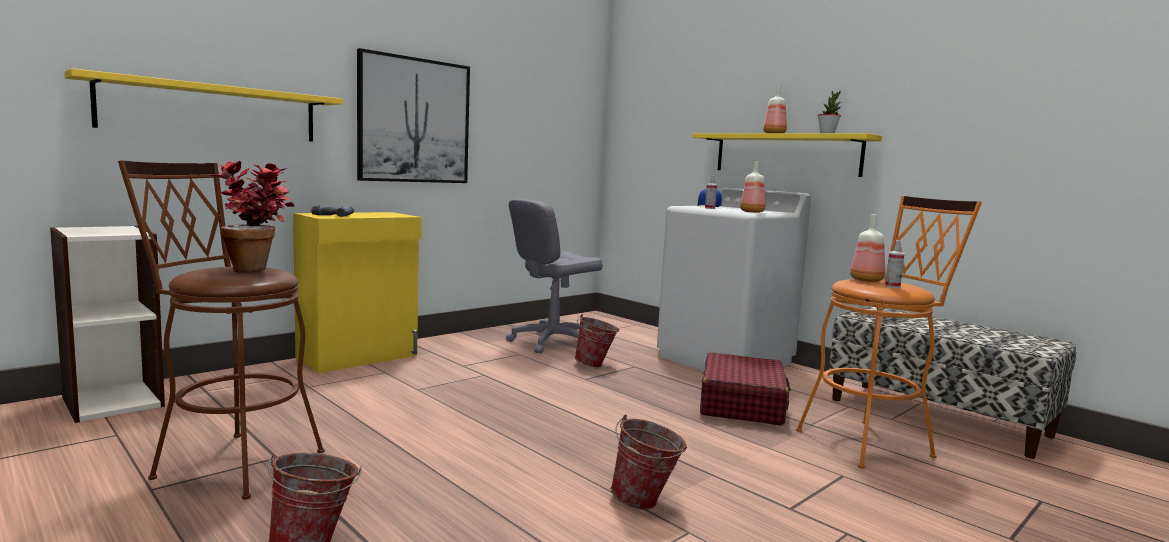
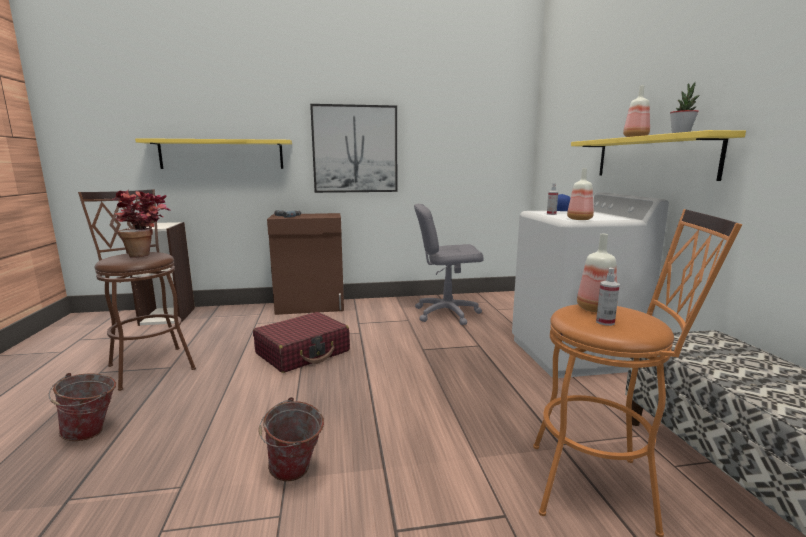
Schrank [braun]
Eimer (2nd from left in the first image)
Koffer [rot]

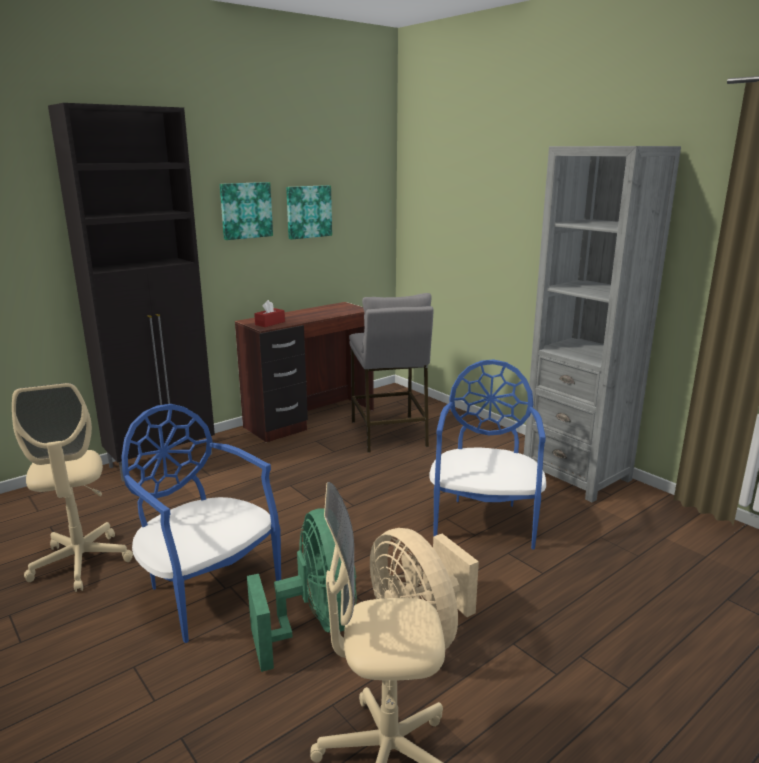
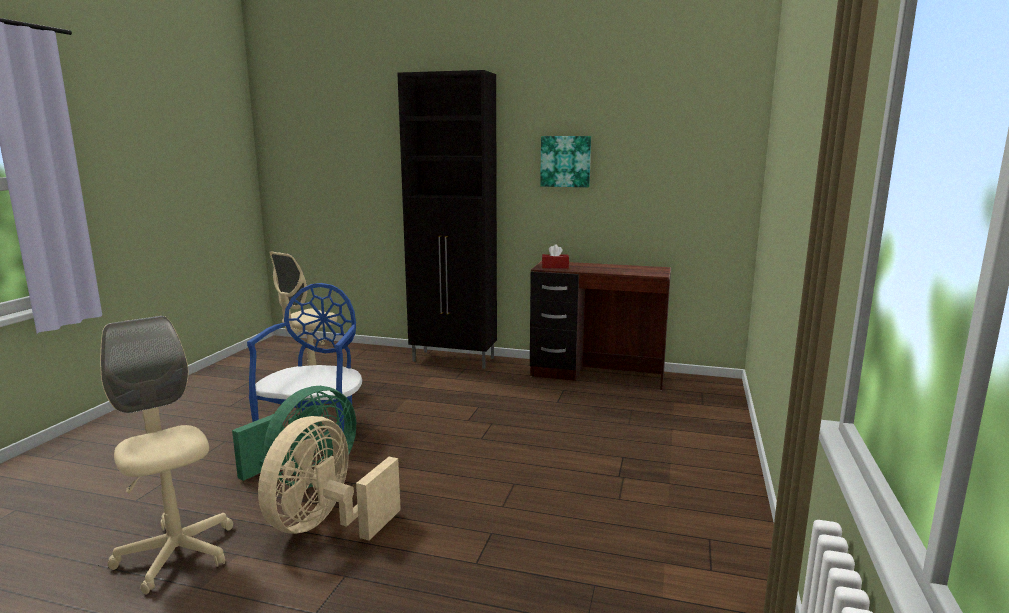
Bild (2nd from left in the first image)
Hocker [grau]
Stuhl [blau] (2nd from left in the first image)
Bücherregal [grau]

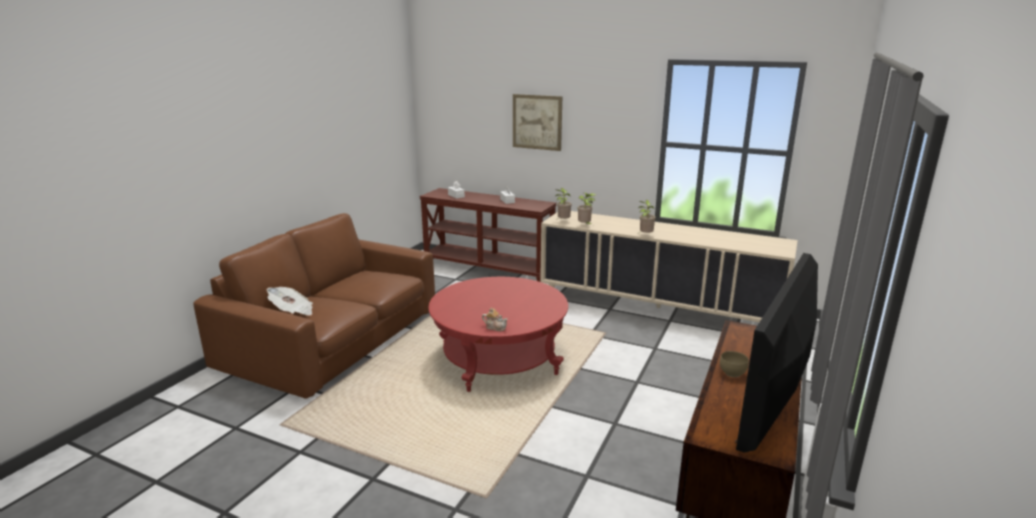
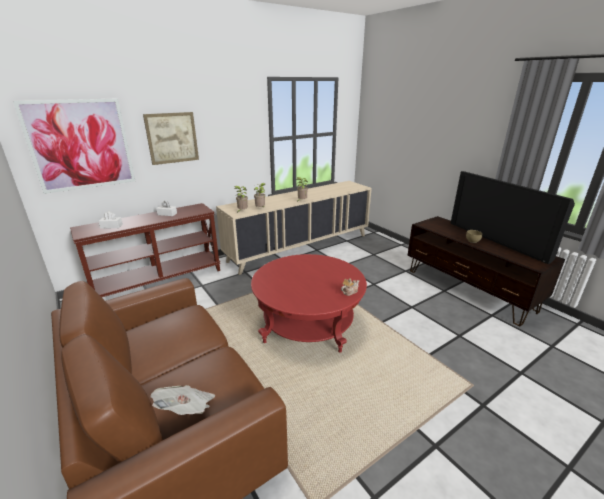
Bild (1st from left)

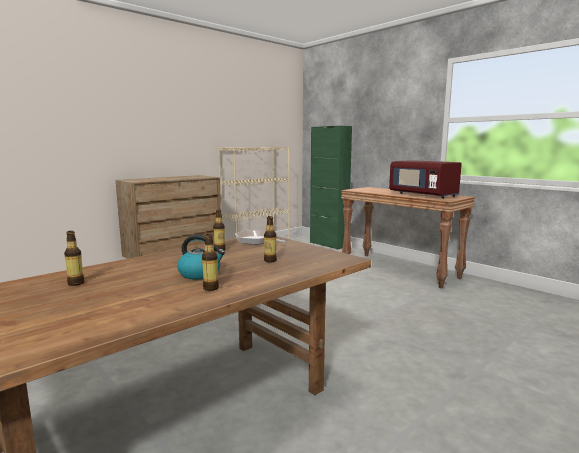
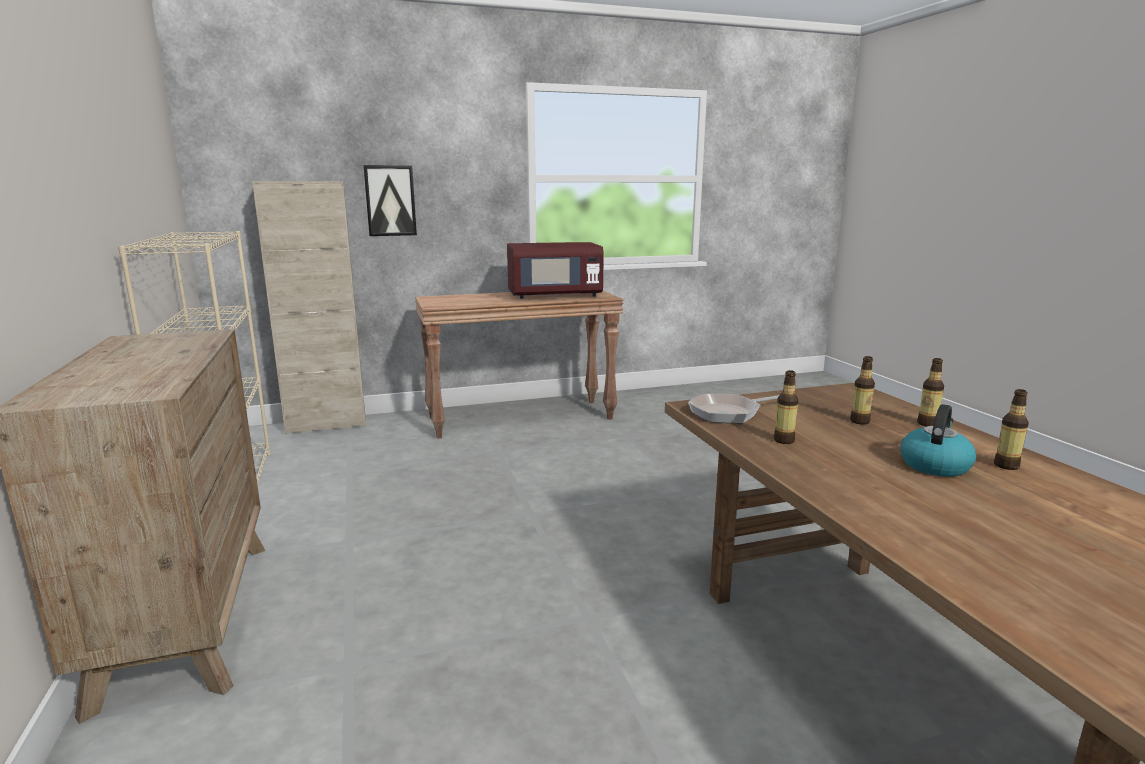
Flasche (3rd from left)
Schrank [beige]
Bild

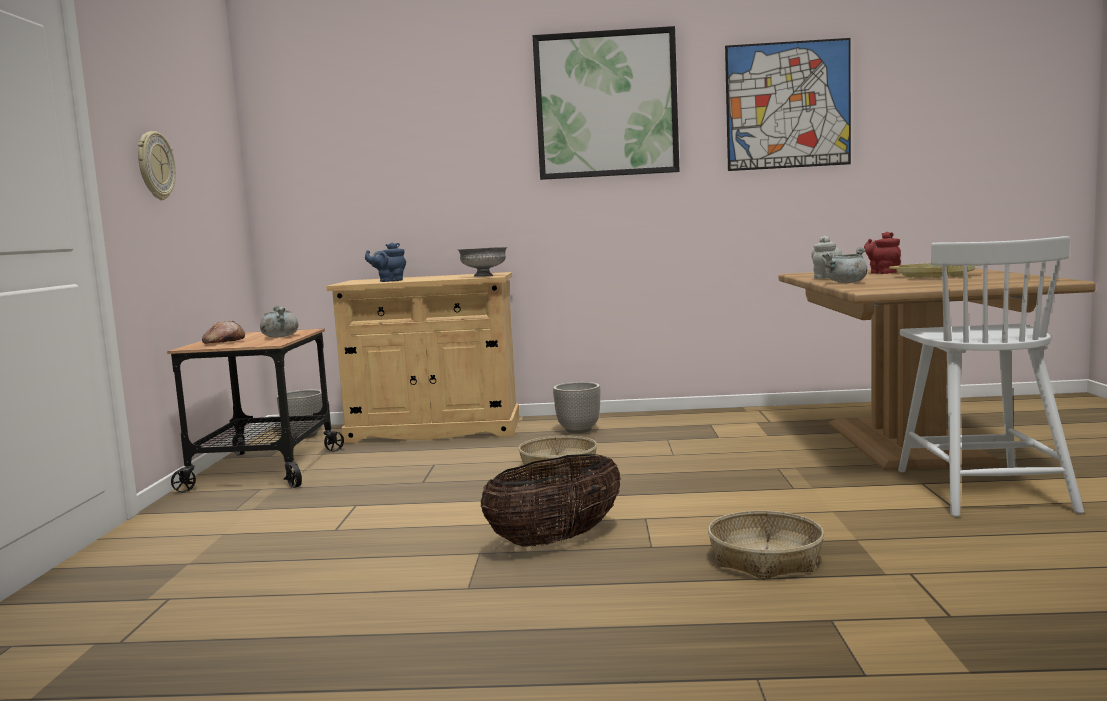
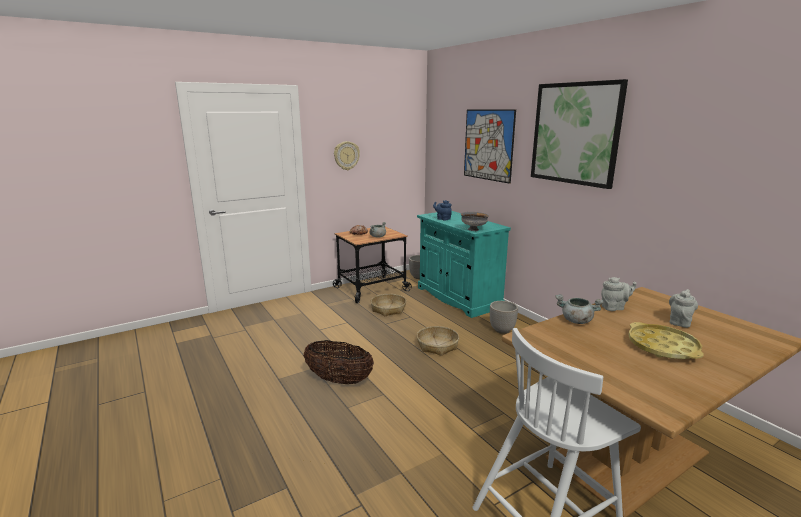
Schrank [türkis]
Korb (2nd from left)
Bild (1st from left)
Teekanne [grau] (2nd from left)

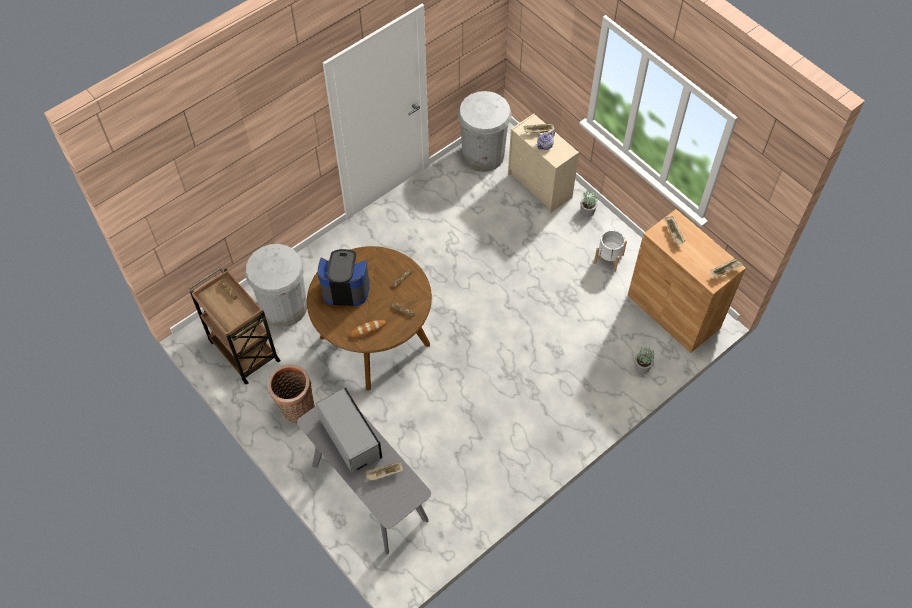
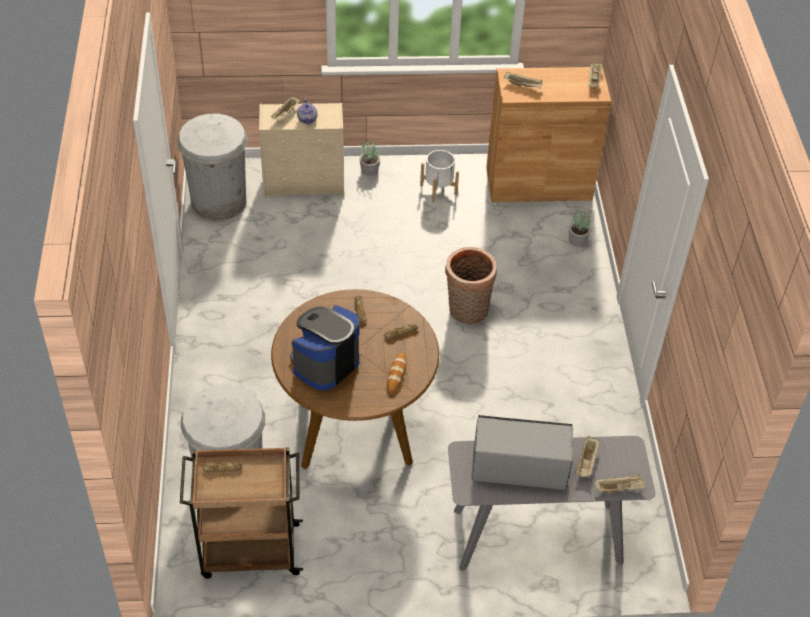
Korb
Tablett [beige] (5th from left)

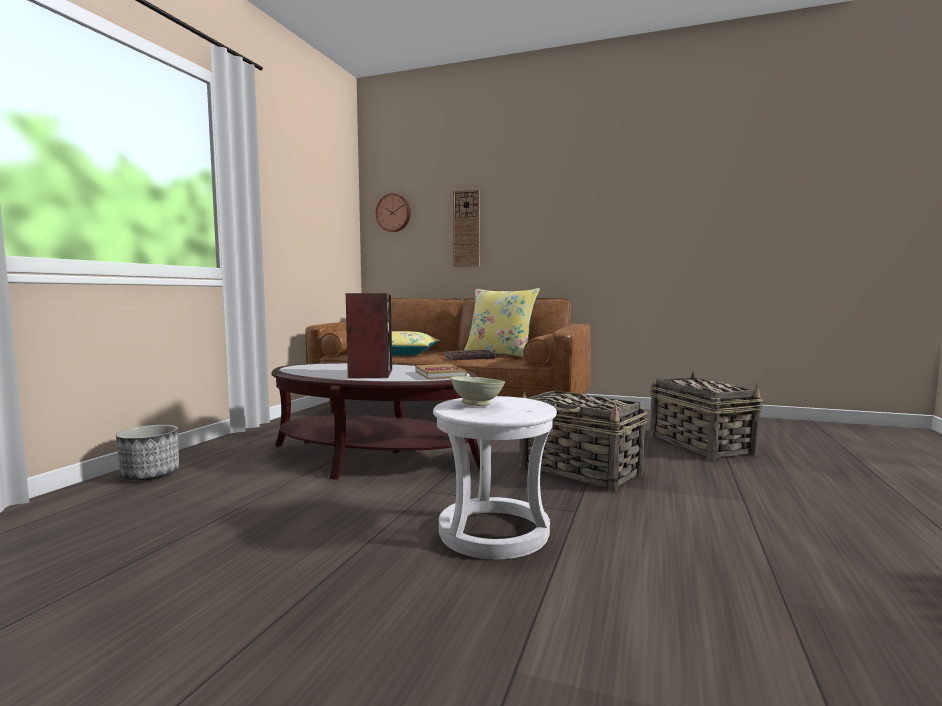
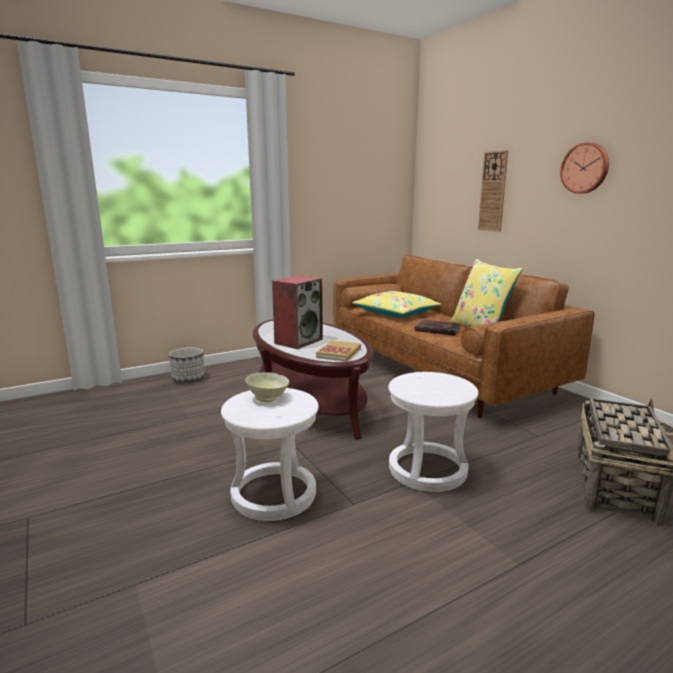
Wanduhr (2nd from left)
Hocker [weiß] (2nd from left)

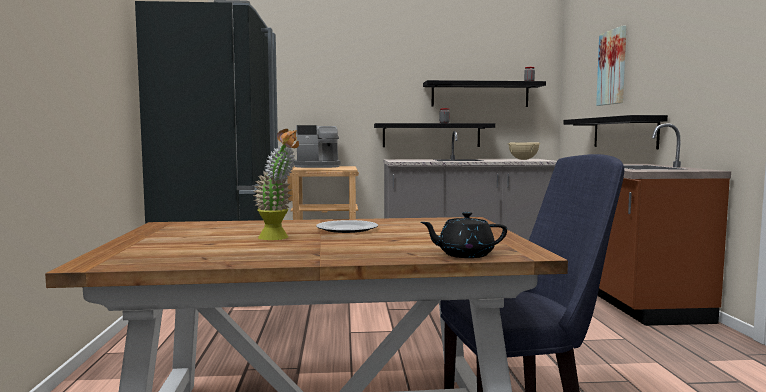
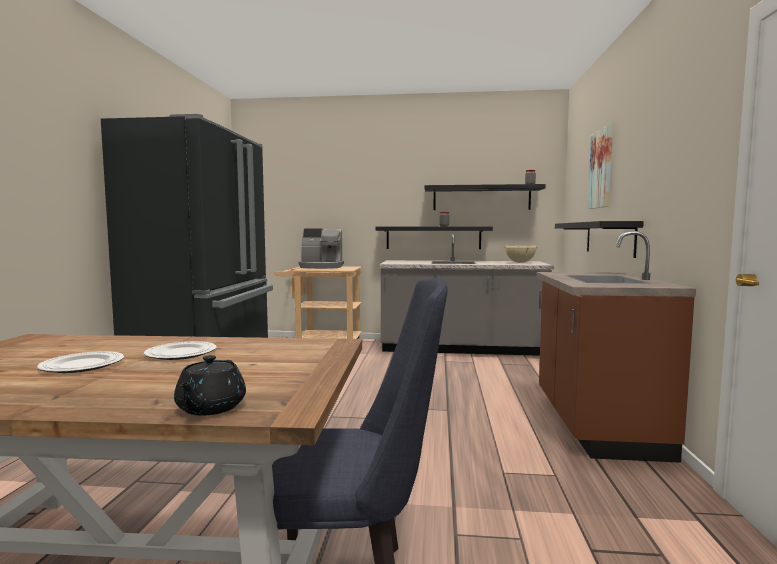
Teller (1st from left)
Teekanne [schwarz]

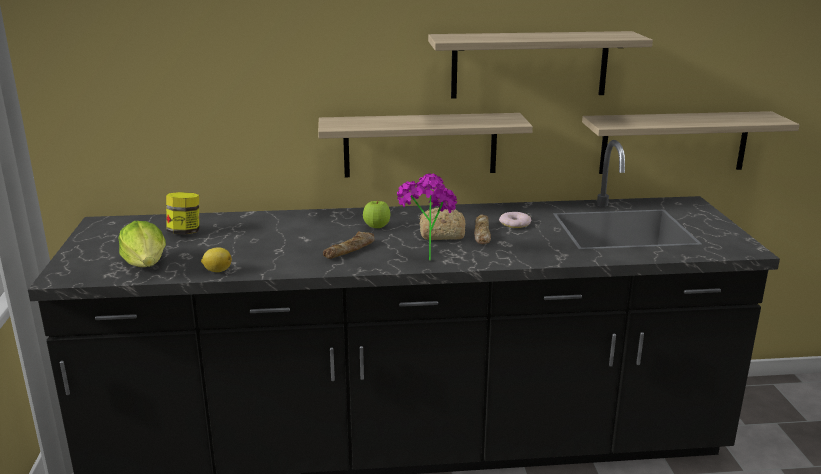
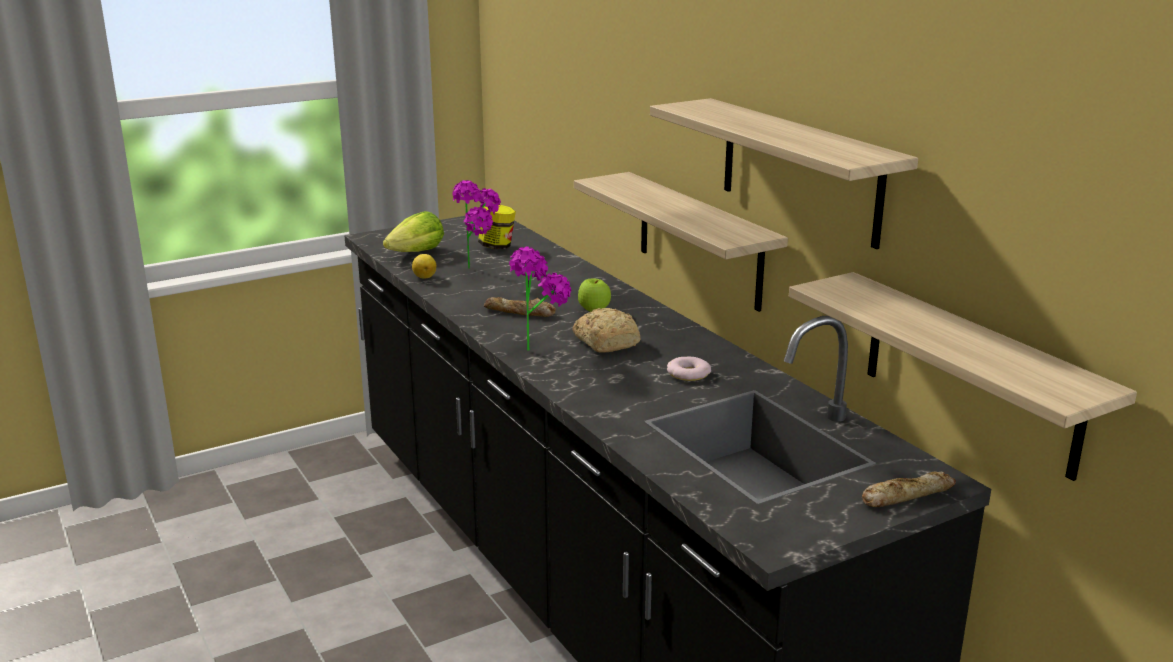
Brot (3rd from left)
Topfpflanze (1st from left)

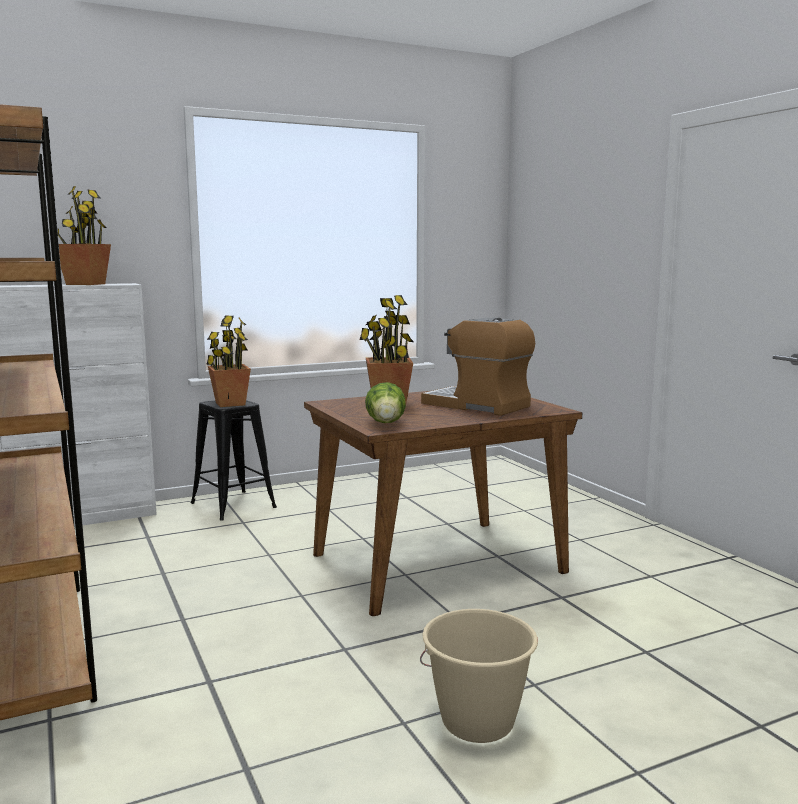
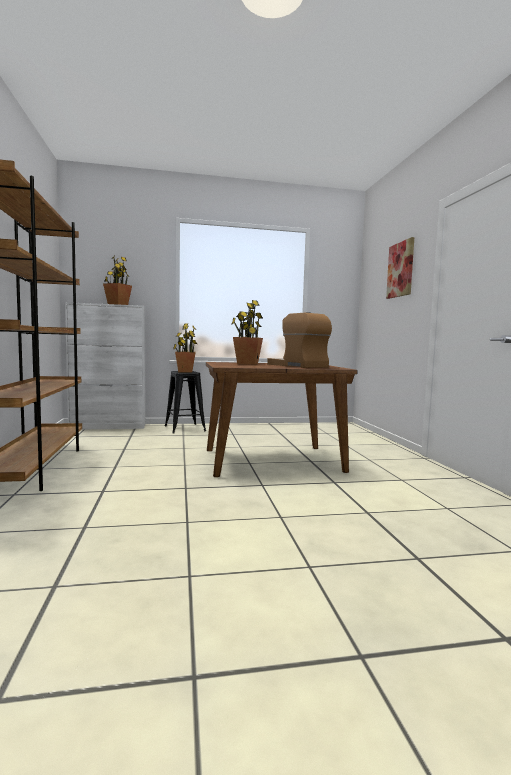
Salatkopf
Eimer [beige]
Bild

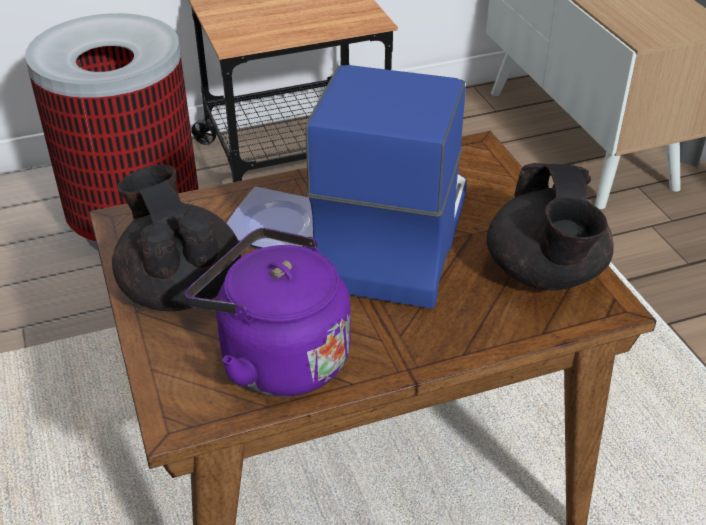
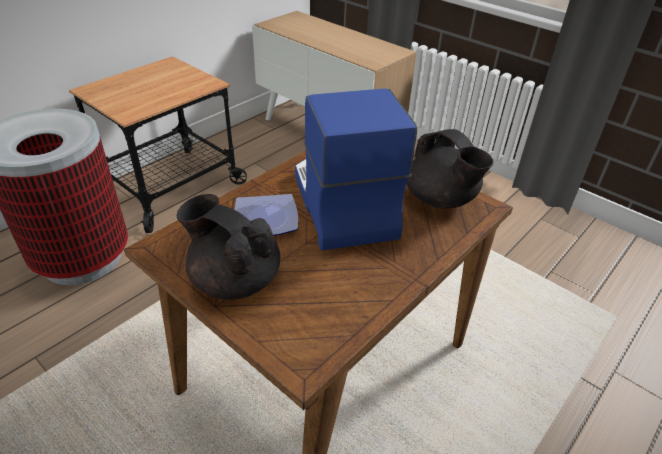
Wasserkessel [lila]

